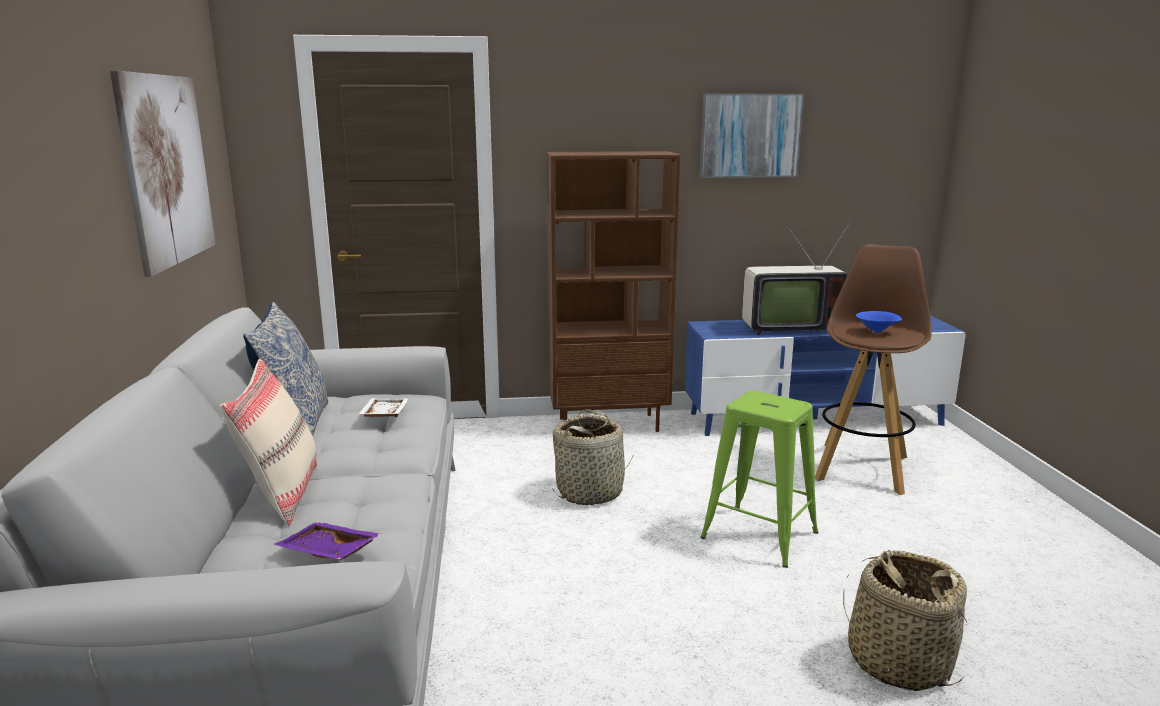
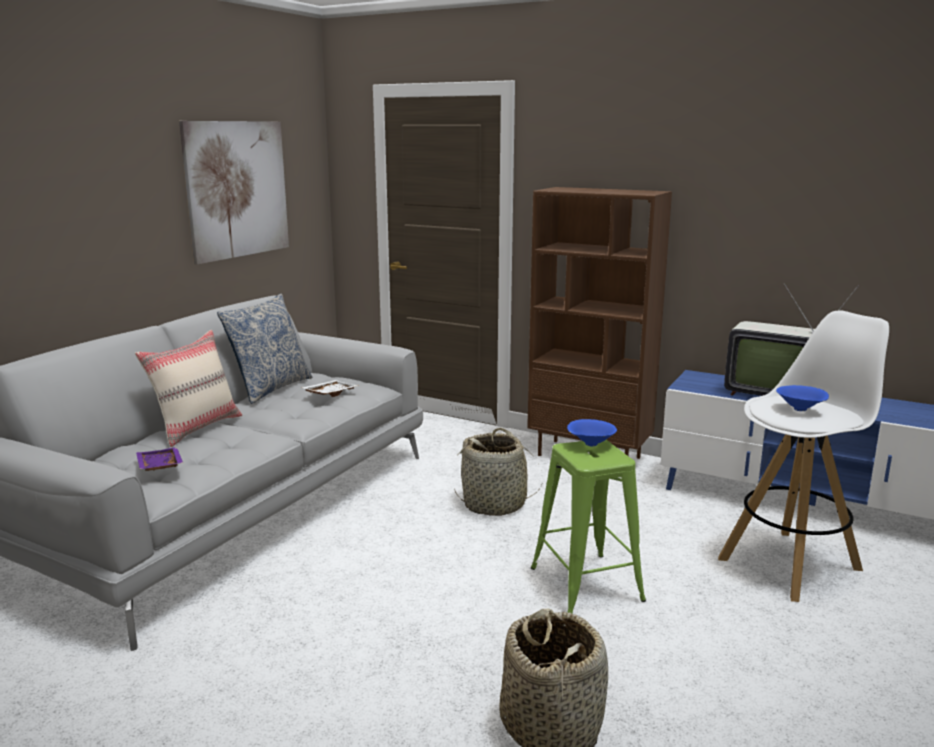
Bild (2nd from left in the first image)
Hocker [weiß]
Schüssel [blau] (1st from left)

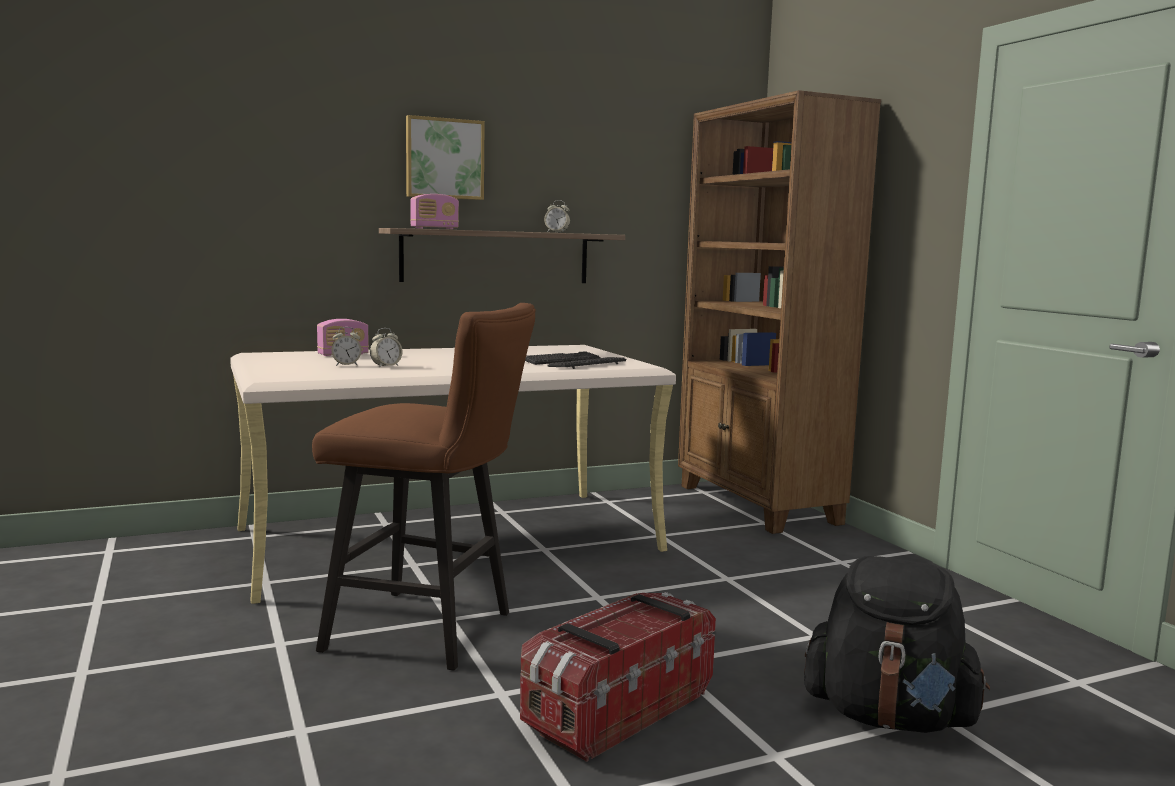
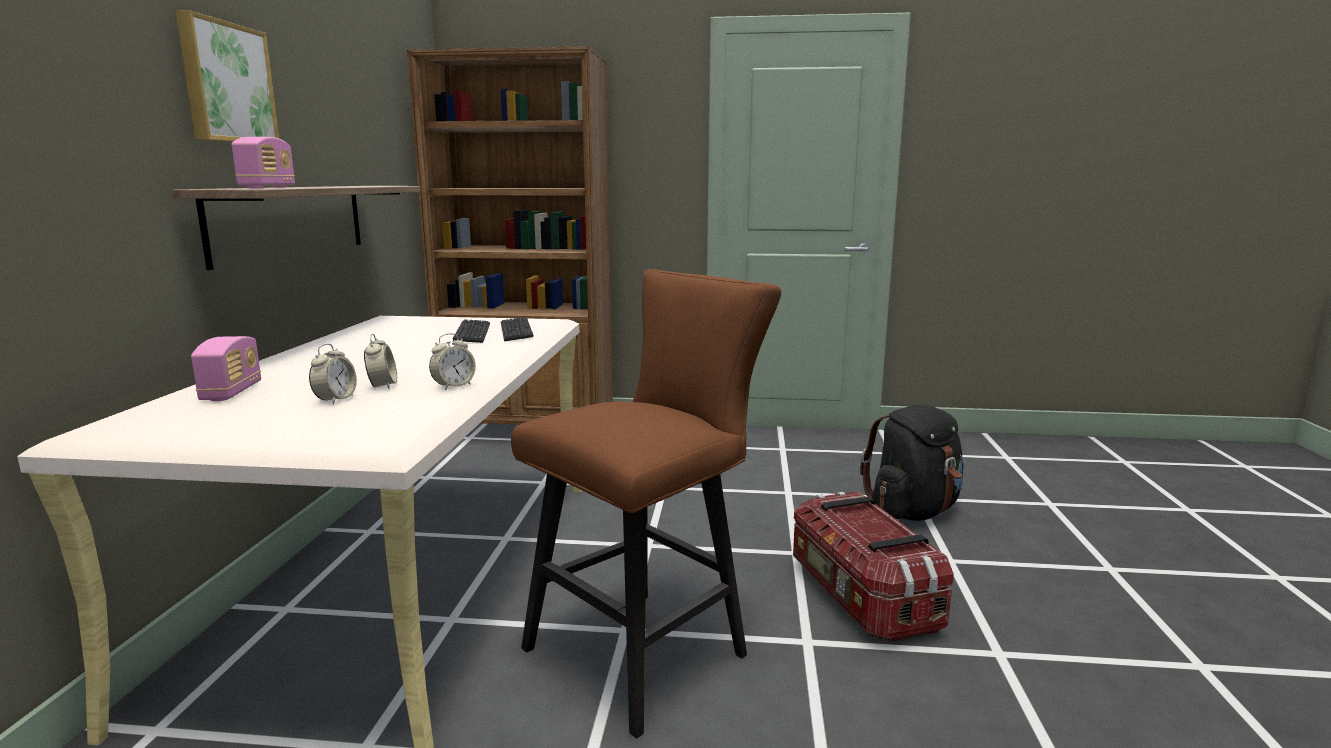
Wecker (3rd from left)

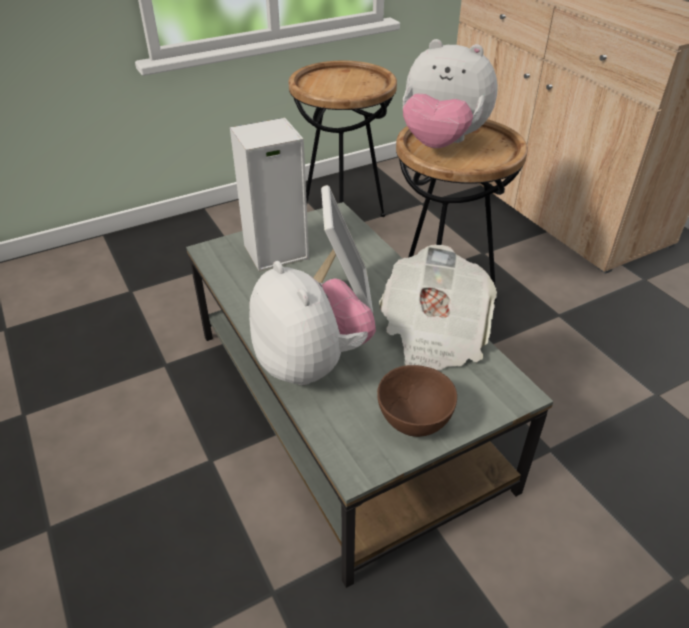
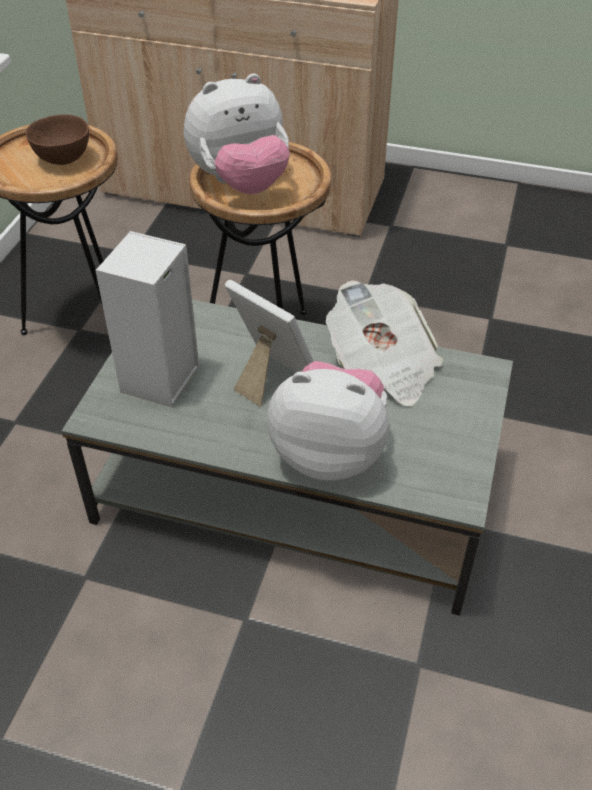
Schüssel [braun]

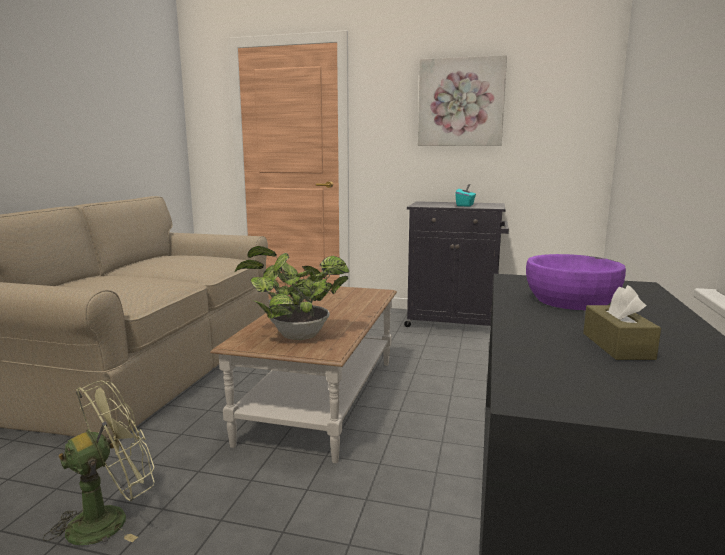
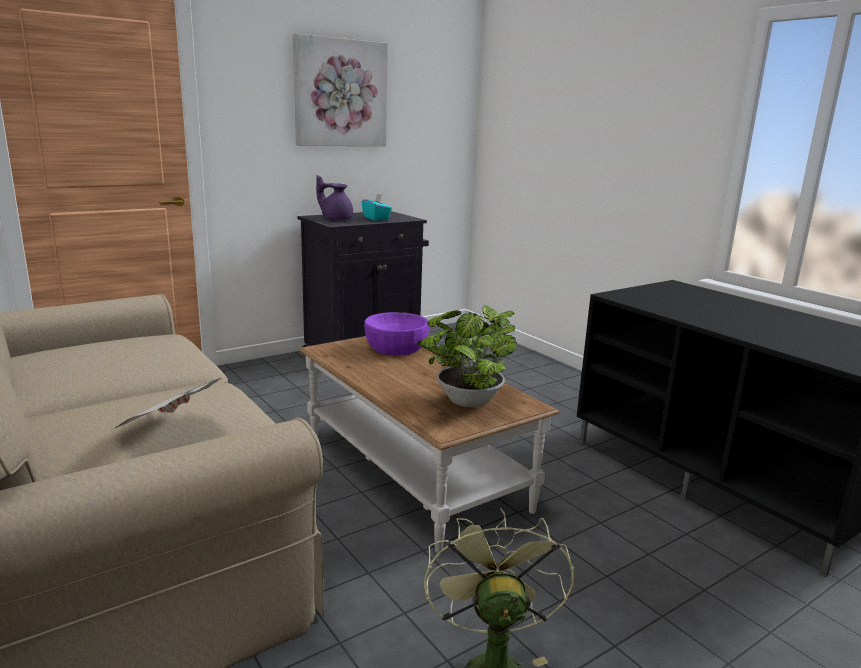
Schüssel [lila]
Taschentuchbox [braun]
Zeitung
Teekanne [lila]

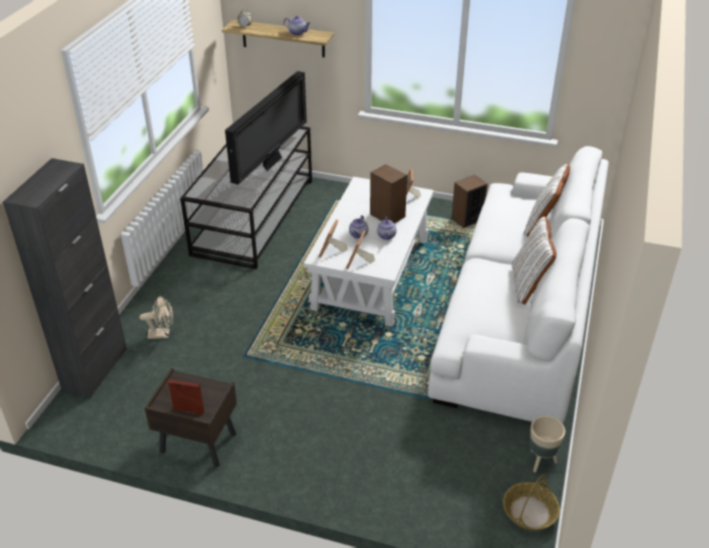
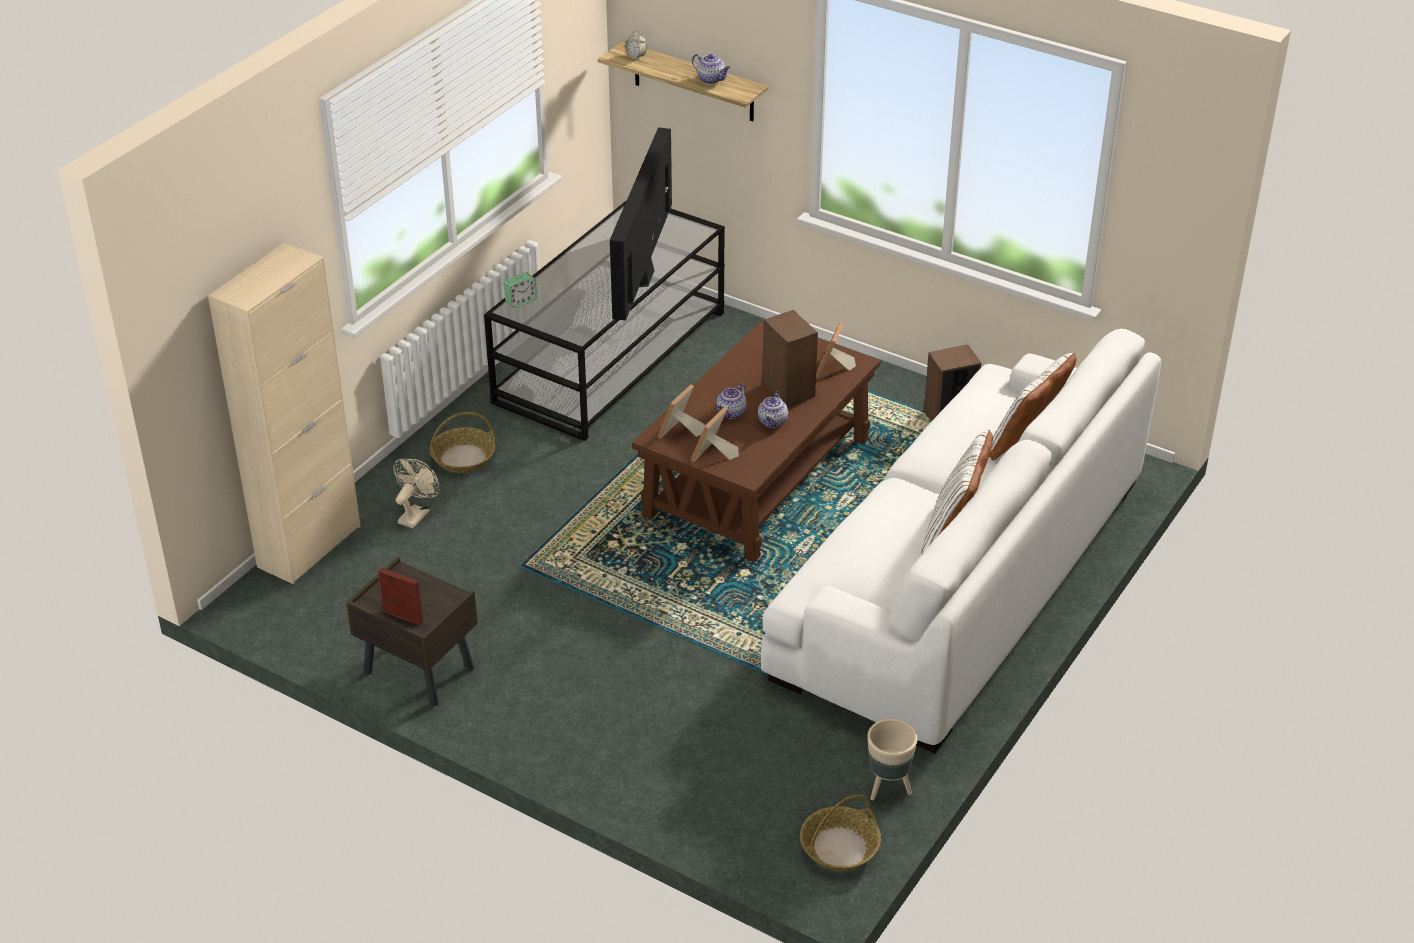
Schrank [beige]
Ventilator [beige]
Fernseher
Couchtisch [braun]
Korb (1st from left)
Wecker (1st from left)

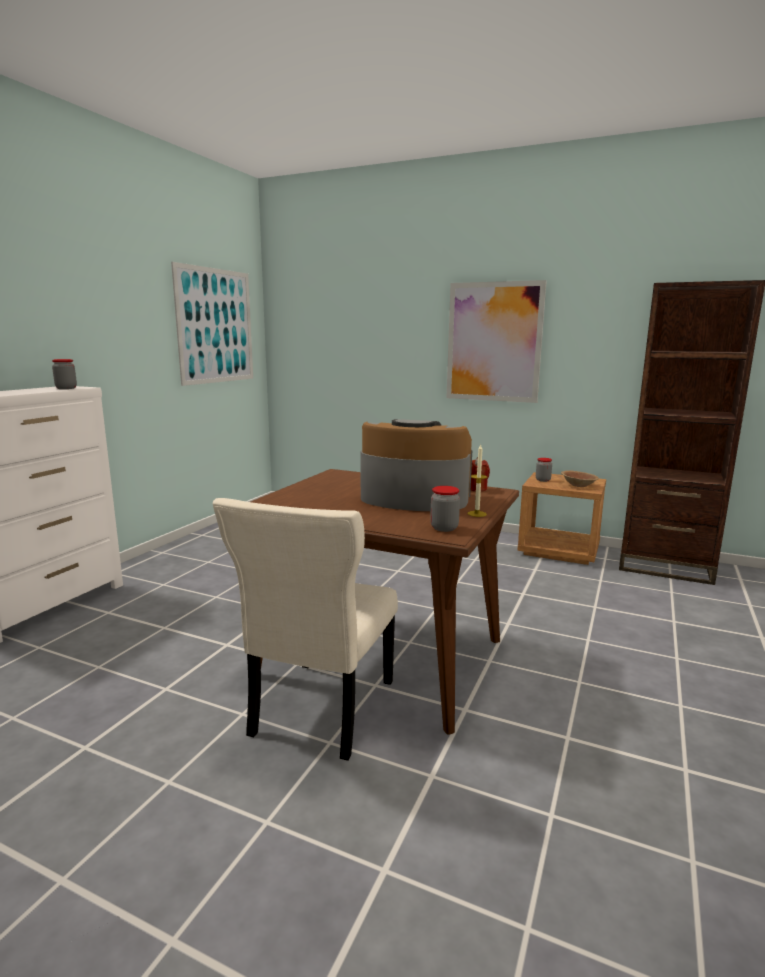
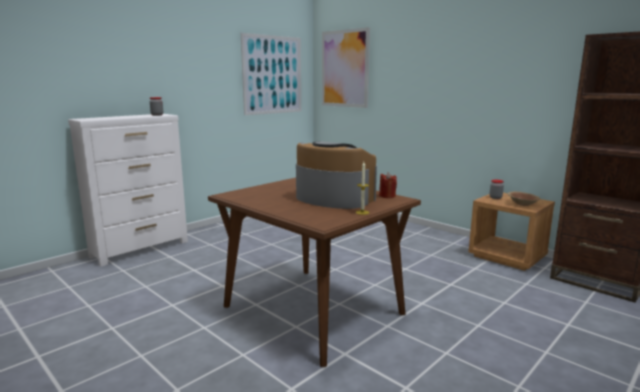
Stuhl [beige]
Vorratsglas (2nd from left in the first image)
Bild (2nd from left)

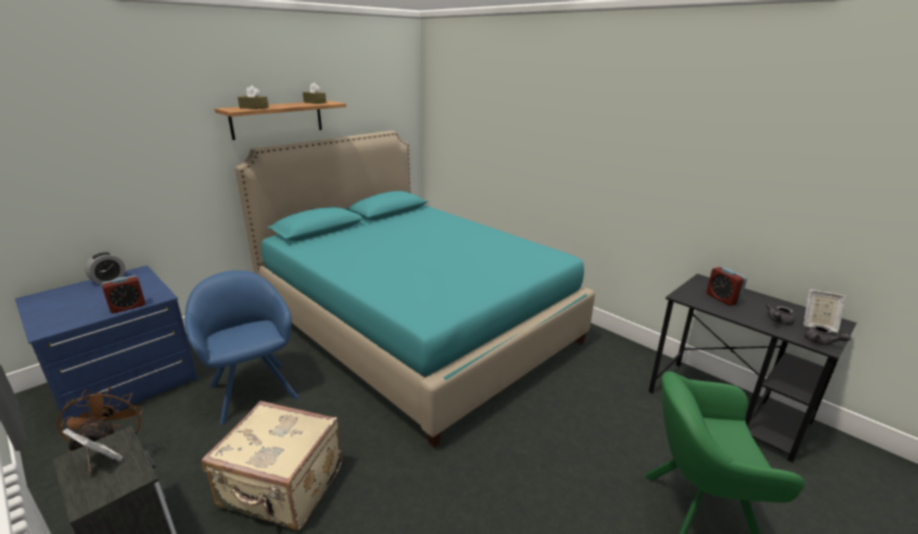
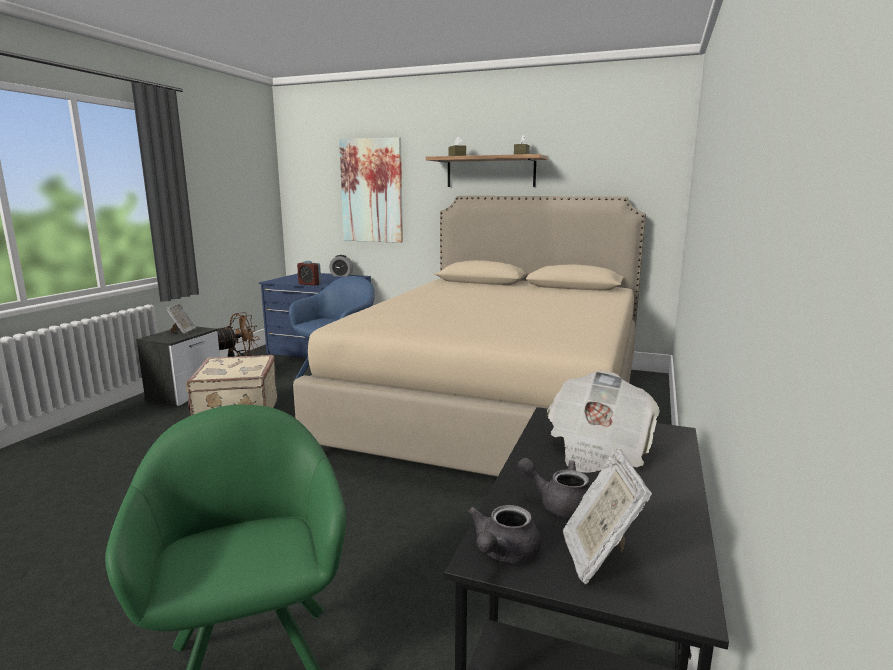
Bett [beige]
Zeitung
Bild

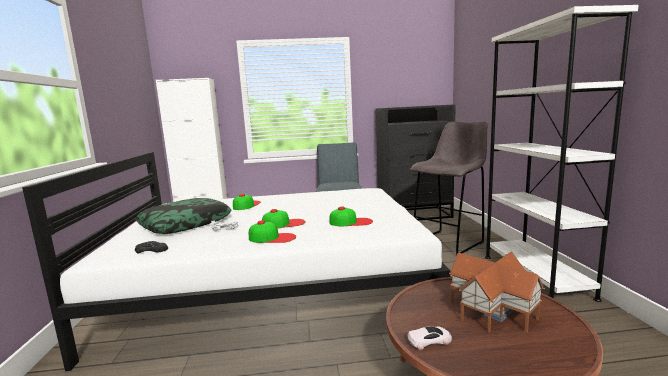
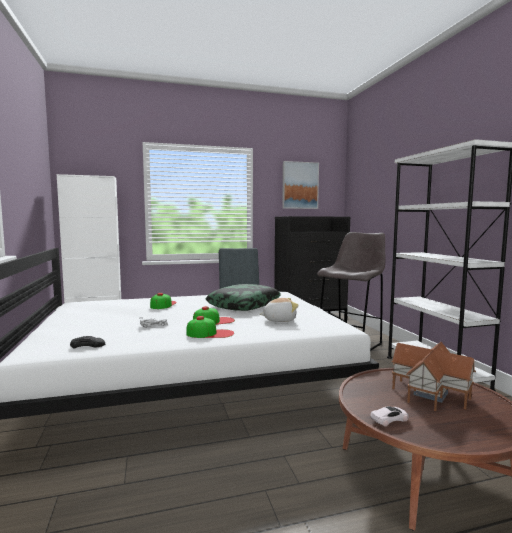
Kissen
Plüschtier
Bild

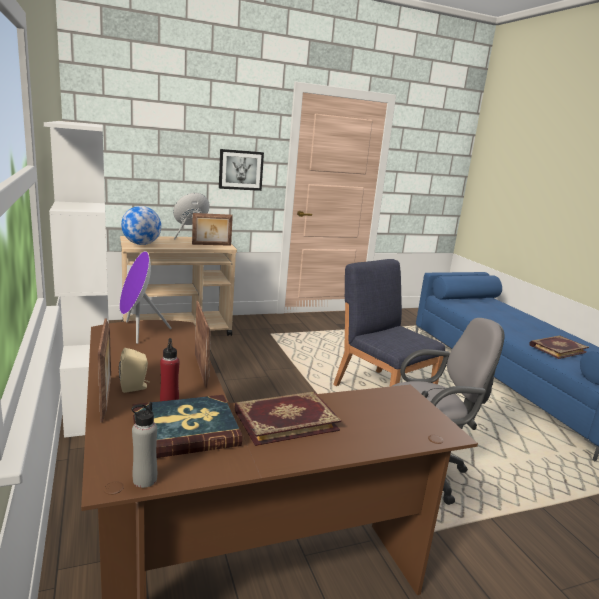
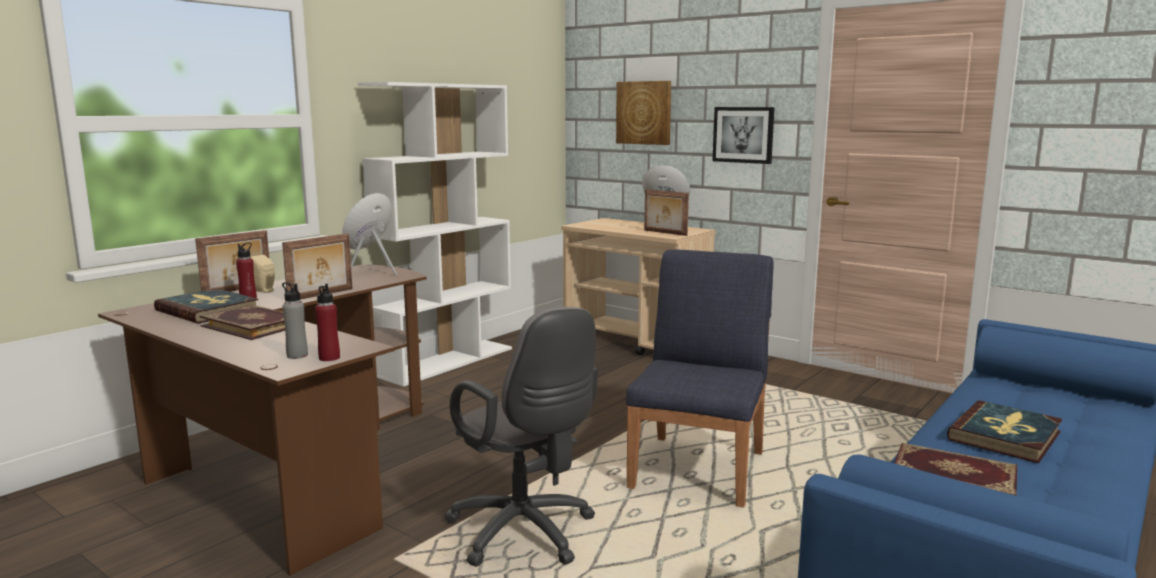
Globus
Flasche [grau]
Flasche [rot] (2nd from left)
Bild (1st from left)
Buch (4th from left)

